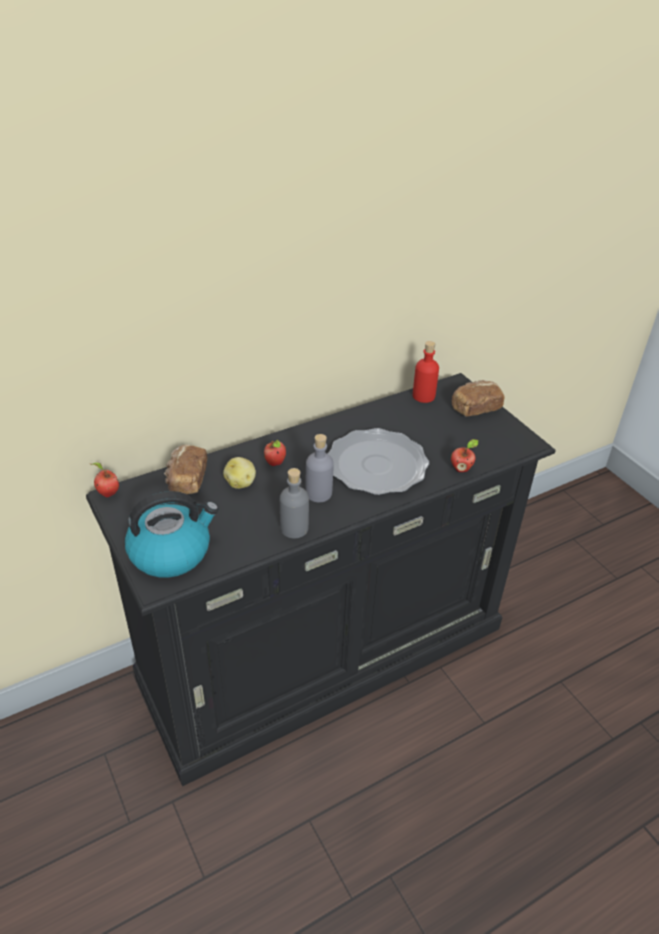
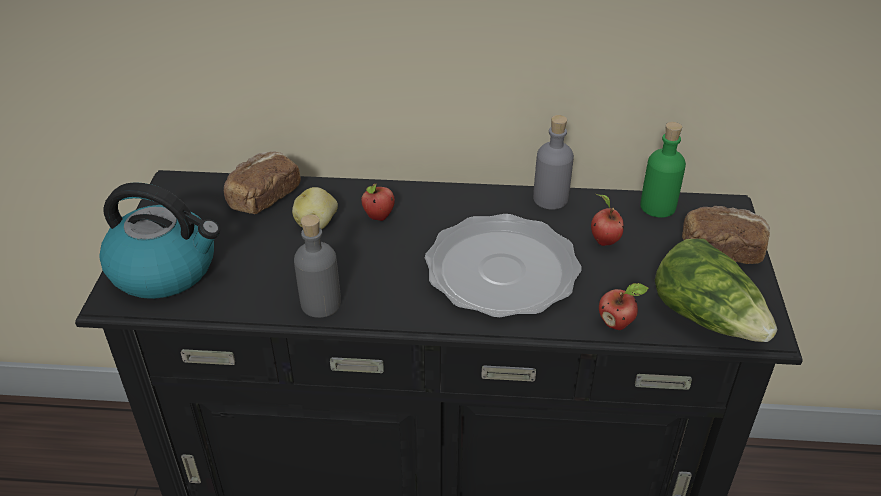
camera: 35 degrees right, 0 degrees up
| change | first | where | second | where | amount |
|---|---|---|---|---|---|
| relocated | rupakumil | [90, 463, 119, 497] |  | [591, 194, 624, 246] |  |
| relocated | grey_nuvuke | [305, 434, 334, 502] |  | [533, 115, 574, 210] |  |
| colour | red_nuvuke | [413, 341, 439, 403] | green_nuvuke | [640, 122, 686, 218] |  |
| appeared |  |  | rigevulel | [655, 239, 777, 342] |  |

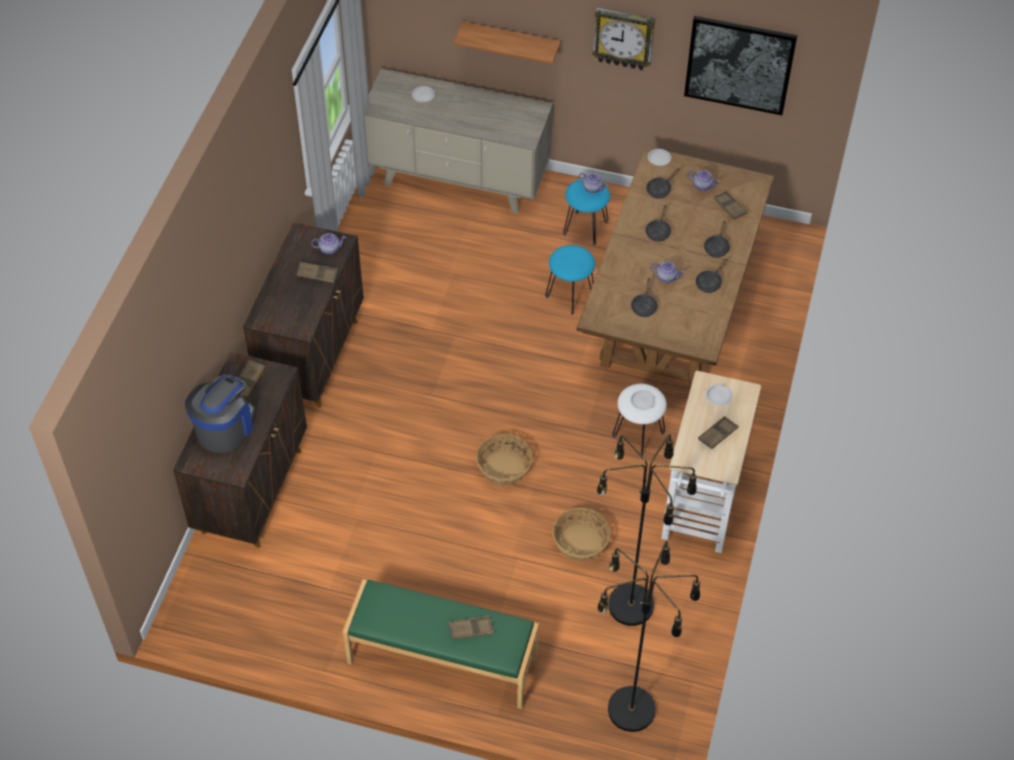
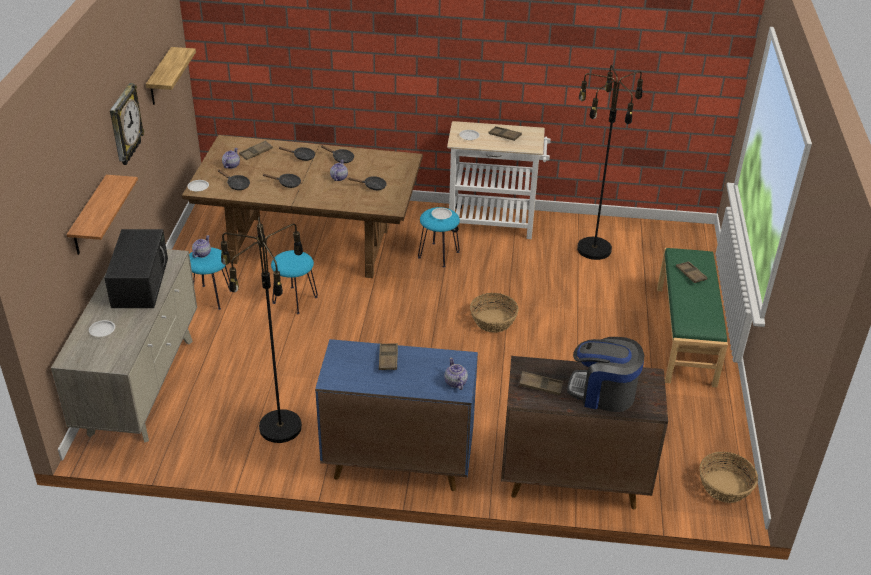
camera: 100 degrees left, 15 degrees down
| change | first | where | second | where | amount |
|---|---|---|---|---|---|
| colour | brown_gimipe | [243, 222, 364, 408] | blue_gimipe | [315, 339, 478, 491] |  |
| relocated | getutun | [311, 233, 346, 254] |  | [444, 357, 468, 390] |  |
| relocated | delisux | [552, 508, 611, 561] |  | [699, 452, 758, 503] |  |
| relocated | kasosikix | [598, 541, 700, 732] |  | [221, 217, 303, 443] |  |
| colour | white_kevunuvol | [612, 384, 667, 456] | turquoise_kevunuvol | [418, 207, 460, 267] |  |
| exchanged | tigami | [684, 16, 797, 115] | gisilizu | [146, 47, 196, 105] |  |
| appeared |  |  | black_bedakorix | [105, 229, 168, 308] |  |

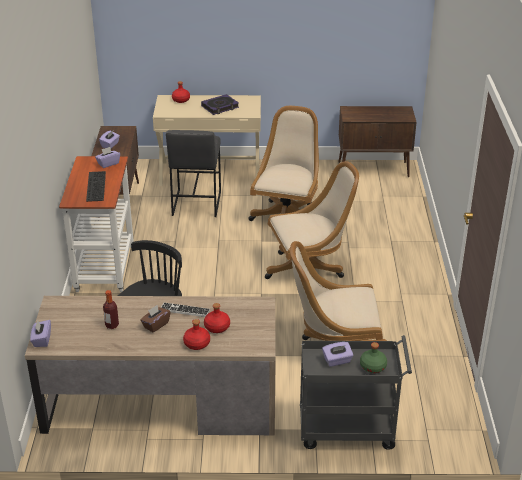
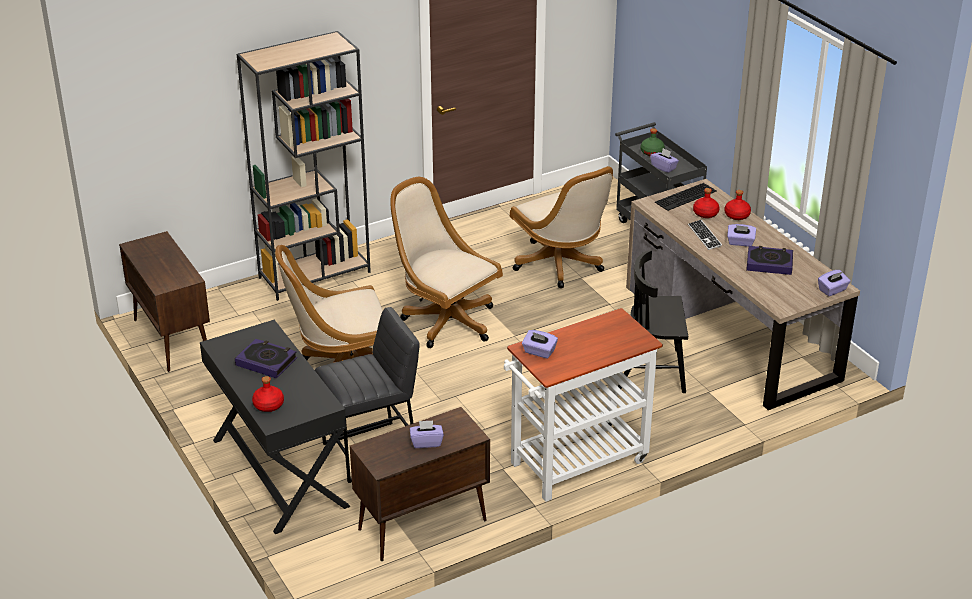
camera: 120 degrees left, 0 degrees up
| change | first | where | second | where | amount |
|---|---|---|---|---|---|
| relocated | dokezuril | [86, 171, 106, 202] |  | [655, 183, 717, 211] |  |
| exchanged | nuvuke | [103, 290, 119, 329] | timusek | [746, 246, 793, 275] |  |
| colour | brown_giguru | [140, 305, 171, 332] | purple_giguru | [727, 224, 756, 247] |  |
| colour | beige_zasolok | [153, 95, 261, 186] | black_zasolok | [200, 320, 350, 534] |  |
| appeared |  |  | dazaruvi | [237, 31, 371, 301] |  |

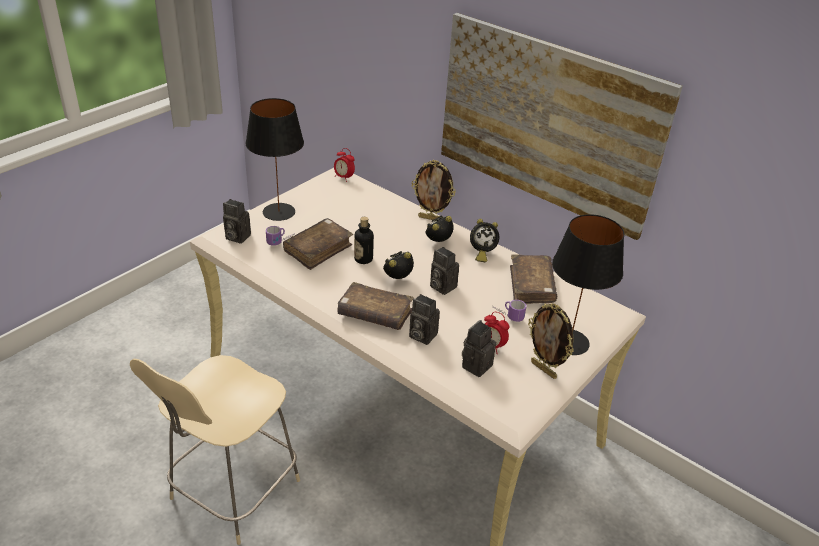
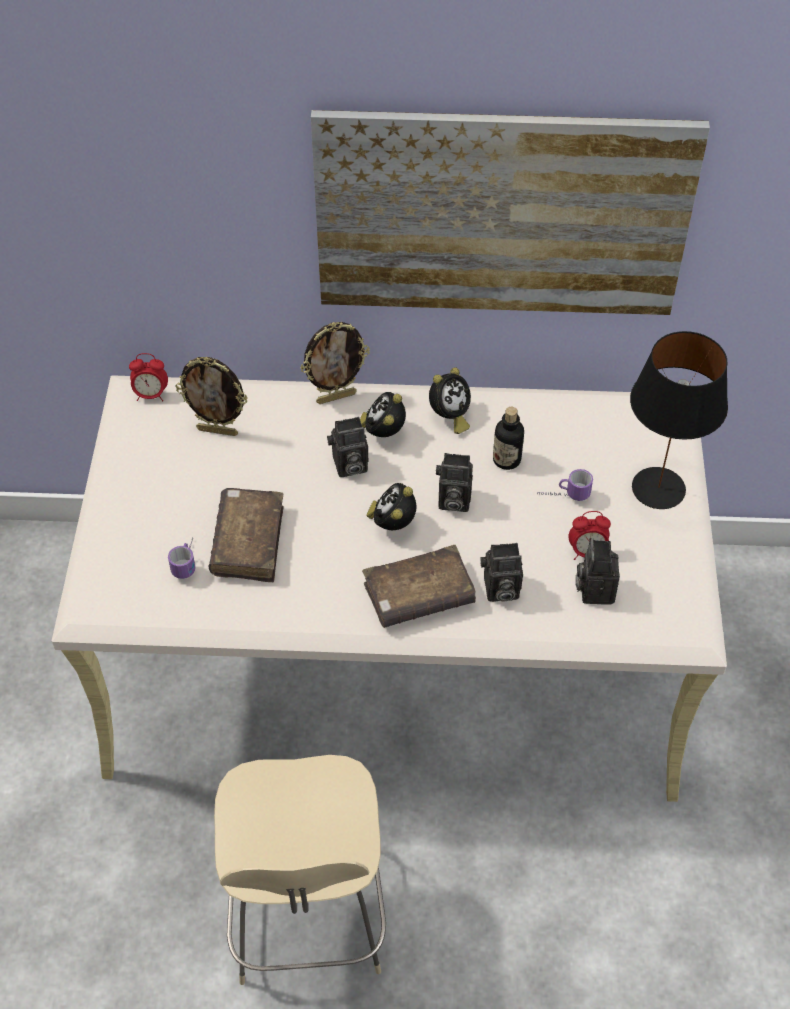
camera: 35 degrees left, 15 degrees up
| change | first | where | second | where | amount |
|---|---|---|---|---|---|
| relocated | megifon | [223, 199, 251, 244] |  | [327, 417, 368, 477] |  |
| missing | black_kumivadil | [245, 98, 304, 221] |  |  |  |
| relocated | nuvuke | [354, 217, 374, 264] |  | [493, 407, 524, 470] |  |
| missing | brown_timusek | [510, 254, 557, 304] |  |  |  |
| relocated | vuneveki | [528, 303, 574, 379] |  | [175, 357, 248, 436] |  |

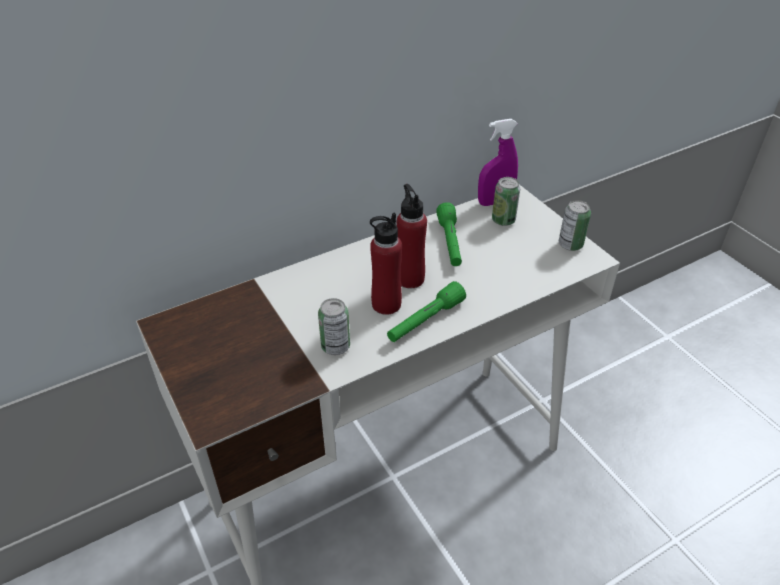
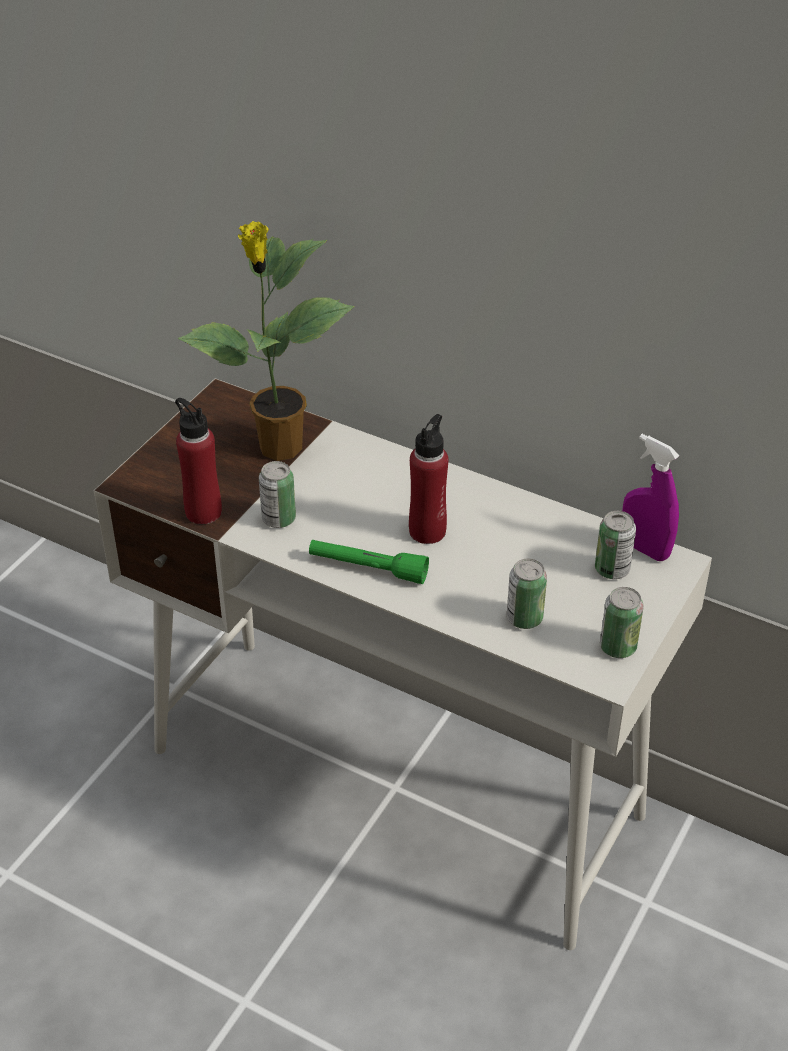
camera: 60 degrees right, 0 degrees up
| change | first | where | second | where | amount |
|---|---|---|---|---|---|
| relocated | red_nuvuke | [370, 213, 402, 315] |  | [175, 398, 222, 524] |  |
| missing | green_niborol | [436, 202, 462, 266] |  |  |  |
| appeared |  |  | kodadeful | [178, 221, 354, 461] |  |
| appeared |  |  | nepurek | [507, 559, 547, 629] |  |

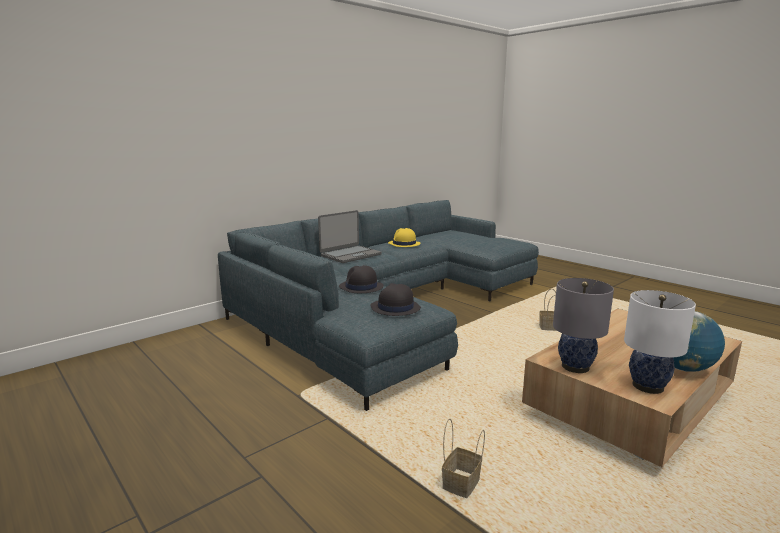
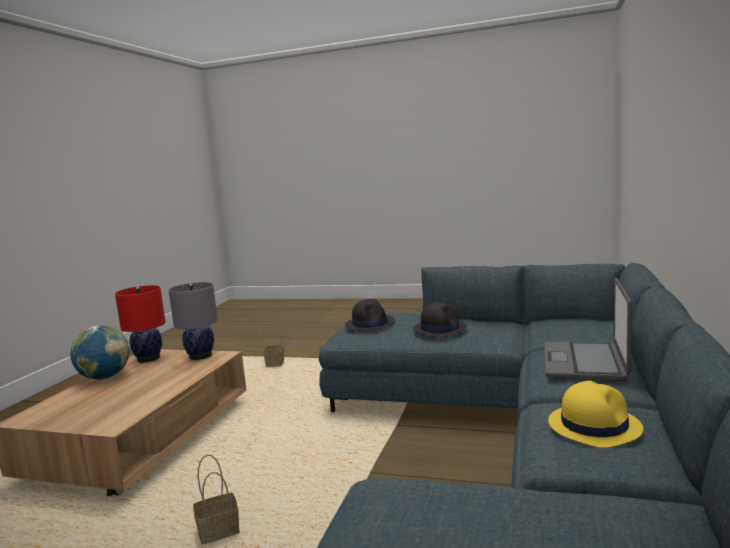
camera: 150 degrees right, 5 degrees down
| change | first | where | second | where | amount |
|---|---|---|---|---|---|
| colour | white_kumivadil | [624, 290, 696, 394] | red_kumivadil | [115, 285, 166, 362] |  |

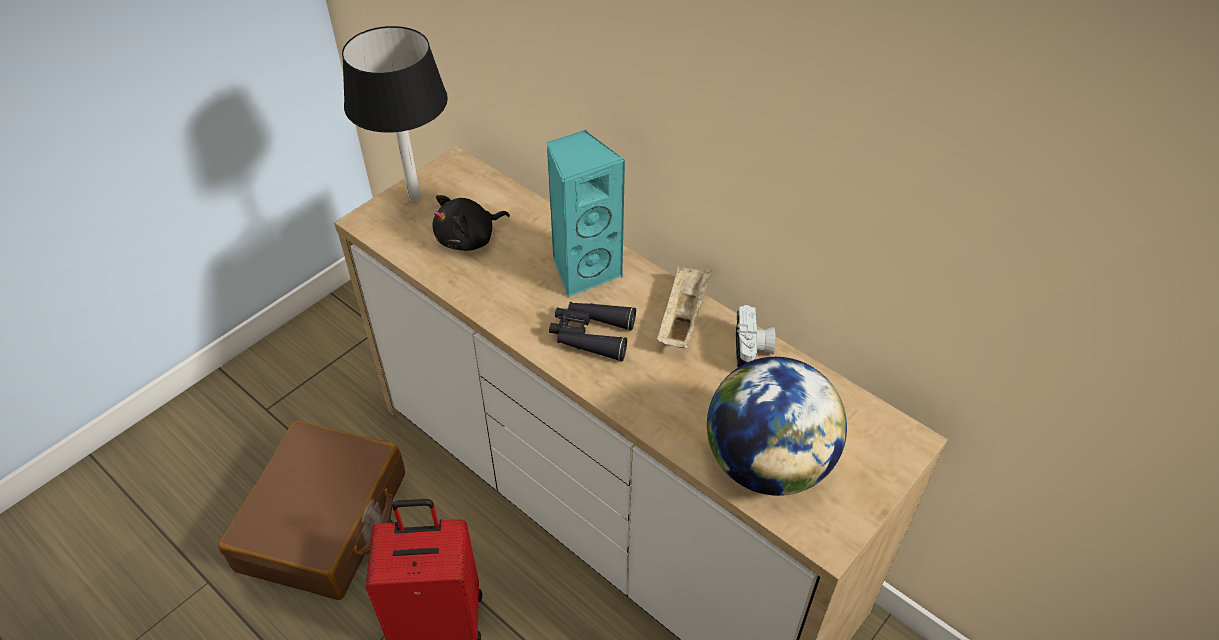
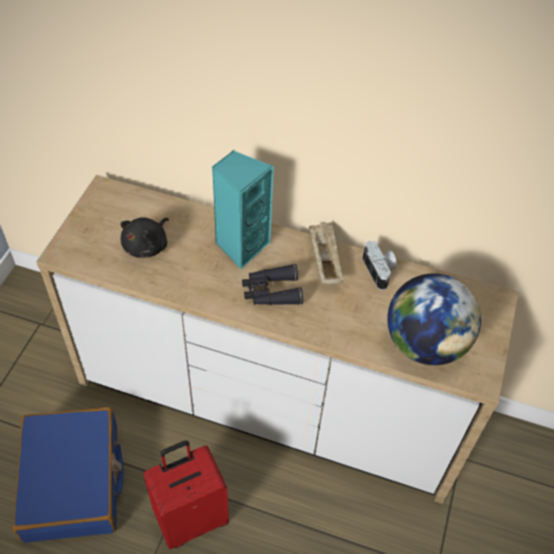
camera: 25 degrees left, 5 degrees up
| change | first | where | second | where | amount |
|---|---|---|---|---|---|
| colour | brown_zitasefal | [218, 421, 405, 600] | blue_zitasefal | [12, 407, 124, 543] |  |
| missing | black_kumivadil | [342, 26, 448, 203] |  |  |  |

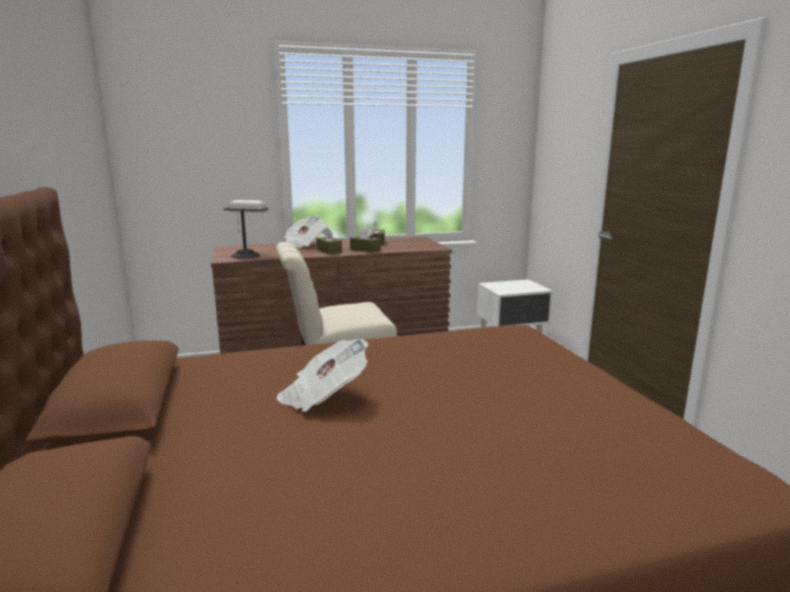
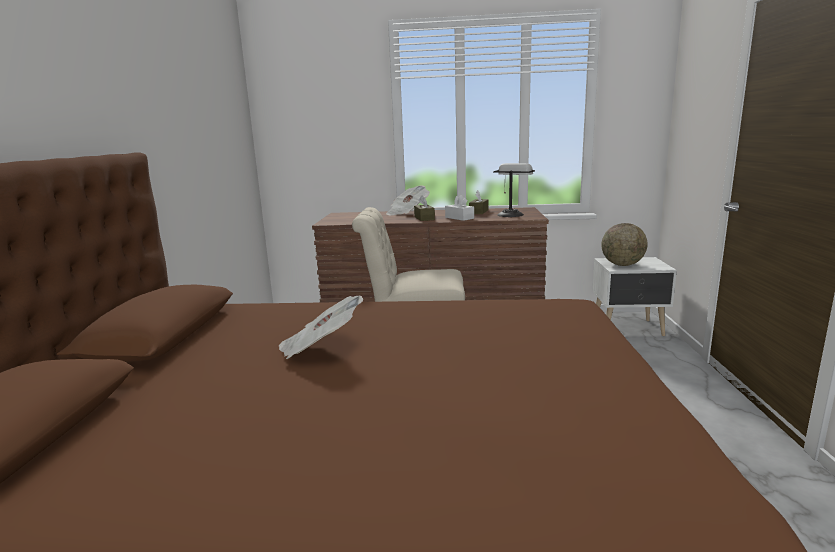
camera: 20 degrees right, 0 degrees up
| change | first | where | second | where | amount |
|---|---|---|---|---|---|
| relocated | kumivadil | [223, 200, 268, 259] |  | [493, 163, 535, 217] |  |
| colour | brown_giguru | [350, 226, 381, 253] | white_giguru | [445, 195, 474, 221] |  |
| appeared |  |  | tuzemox | [601, 223, 648, 266] |  |

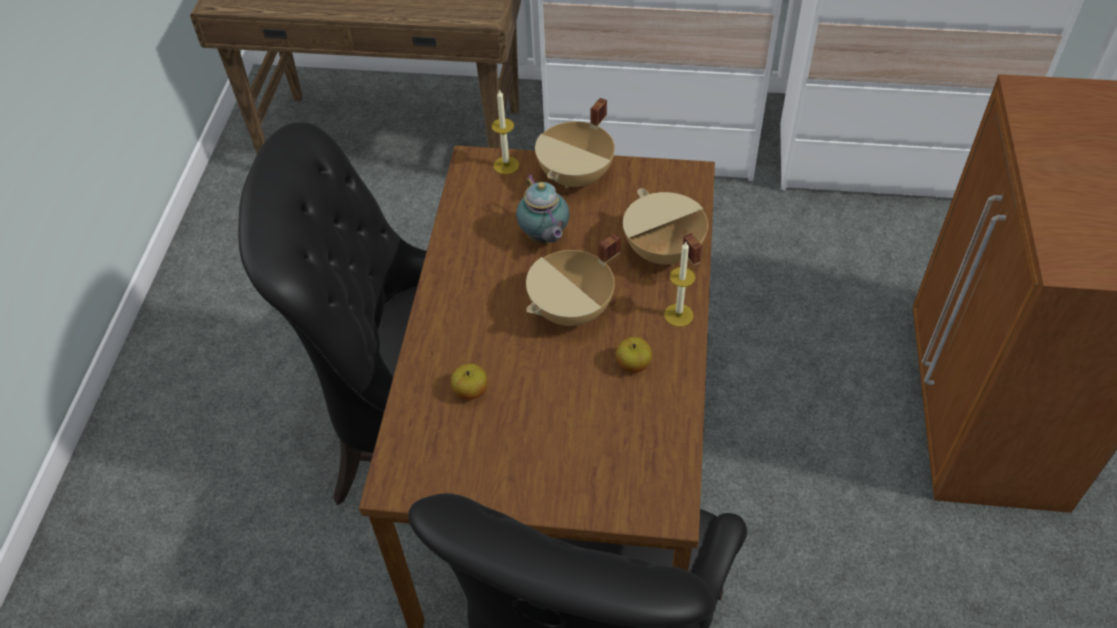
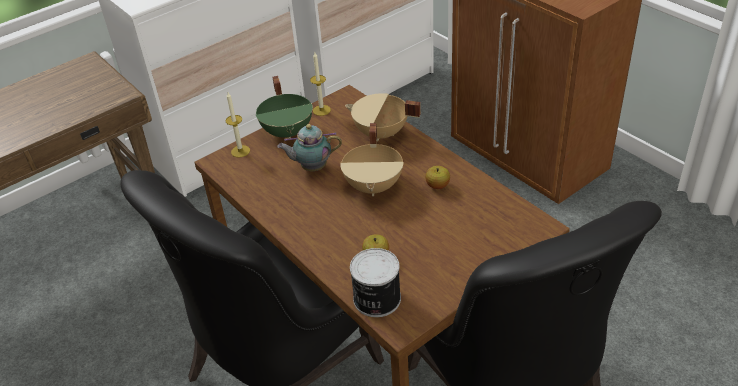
camera: 45 degrees left, 10 degrees down
| change | first | where | second | where | amount |
|---|---|---|---|---|---|
| spun | getutun | [516, 174, 570, 244] |  | [277, 124, 342, 171] | 150 degrees clockwise |
| colour | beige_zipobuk | [535, 98, 615, 188] | green_zipobuk | [256, 76, 313, 139] |  |
| relocated | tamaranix | [664, 242, 696, 327] |  | [310, 51, 331, 116] |  |
| appeared |  |  | nepurek | [350, 248, 401, 317] |  |

